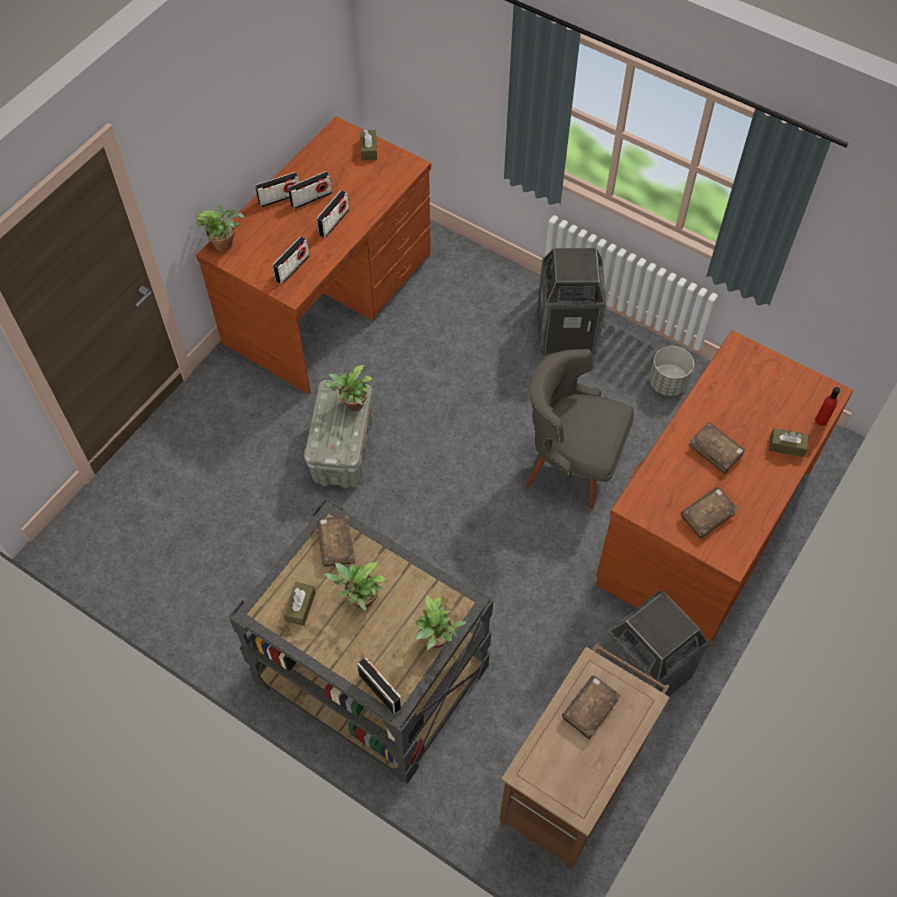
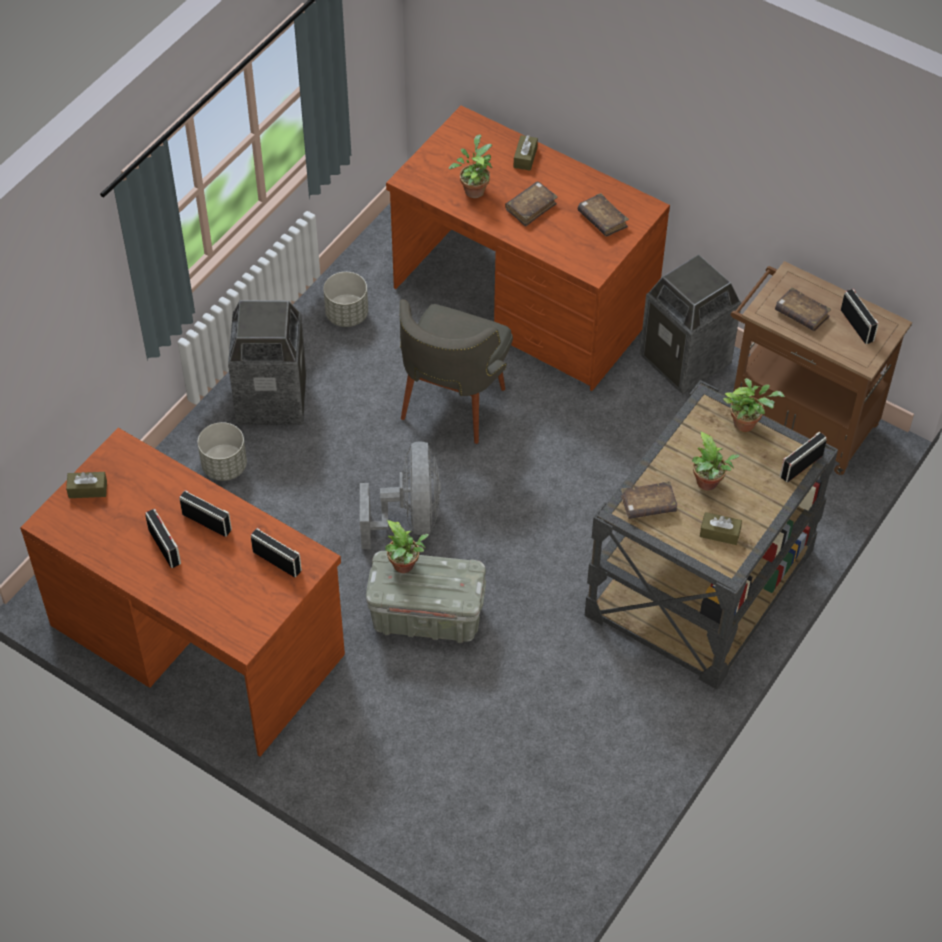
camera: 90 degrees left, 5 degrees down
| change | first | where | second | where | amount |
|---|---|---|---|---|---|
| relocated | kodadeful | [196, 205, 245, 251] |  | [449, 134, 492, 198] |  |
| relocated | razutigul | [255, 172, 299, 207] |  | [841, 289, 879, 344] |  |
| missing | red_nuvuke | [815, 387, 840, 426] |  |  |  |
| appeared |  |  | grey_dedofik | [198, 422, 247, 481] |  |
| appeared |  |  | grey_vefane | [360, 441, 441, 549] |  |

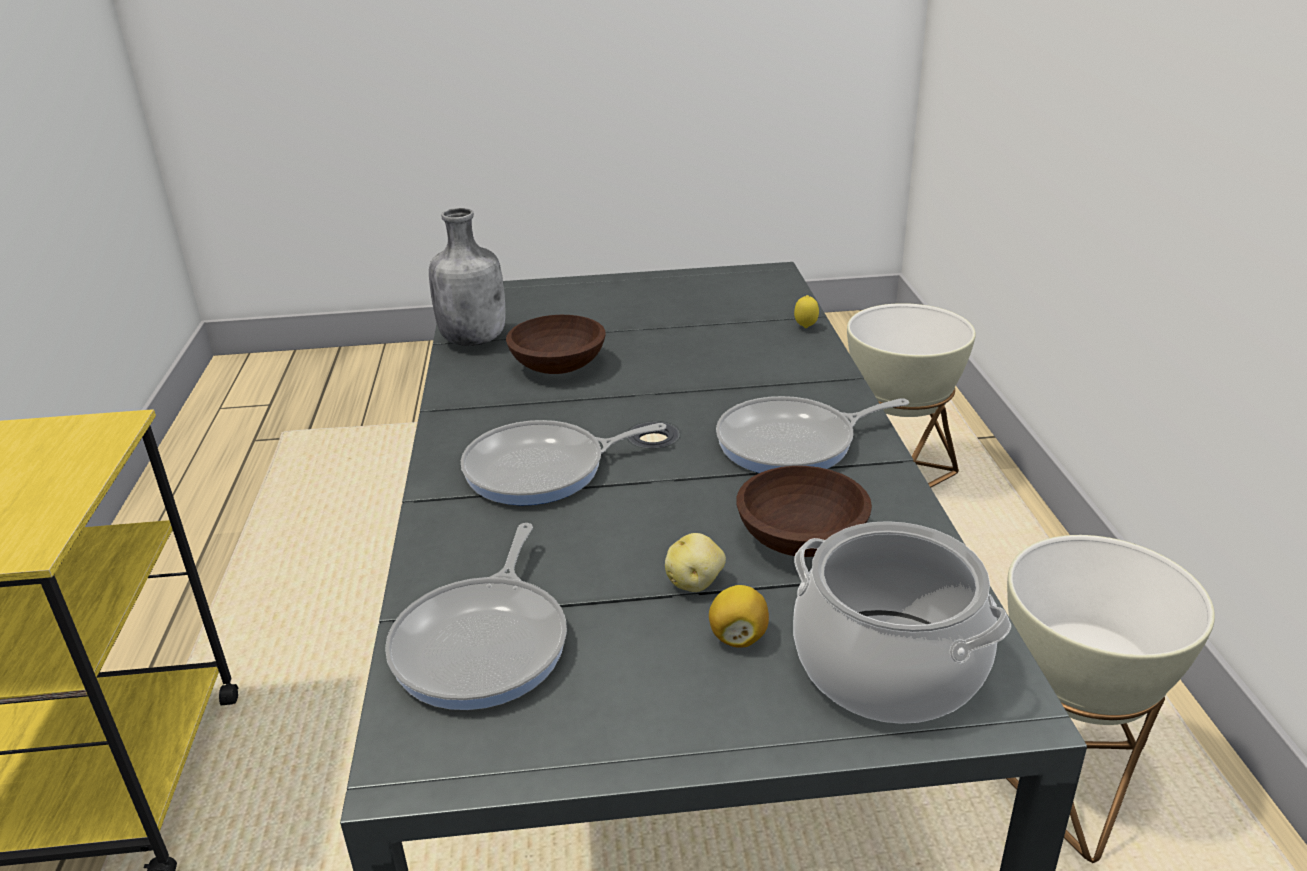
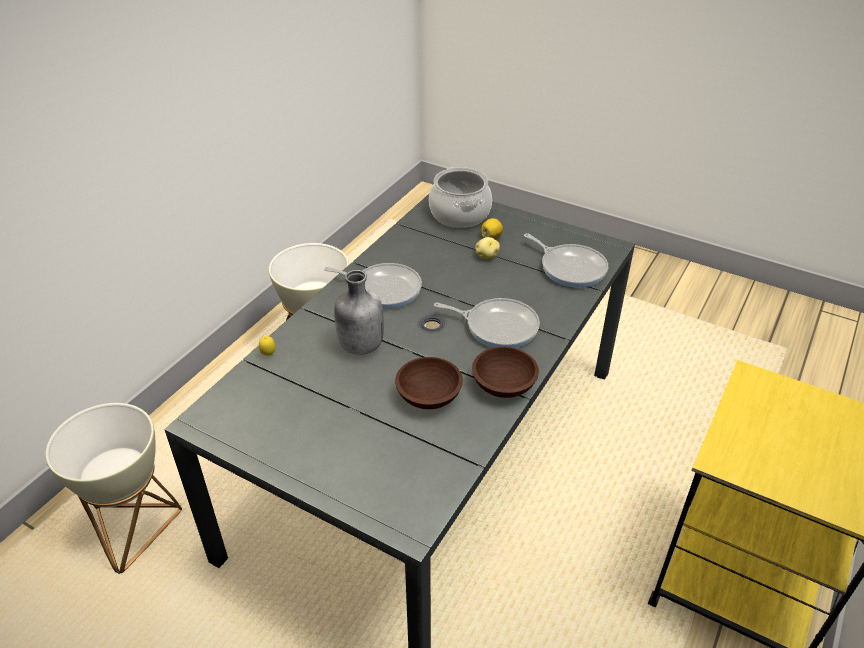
camera: 145 degrees left, 10 degrees up
| change | first | where | second | where | amount |
|---|---|---|---|---|---|
| spun | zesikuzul | [385, 523, 567, 710] |  | [524, 233, 608, 288] | 90 degrees clockwise |
| relocated | grey_nuvuke | [429, 208, 506, 346] |  | [334, 270, 384, 355] |  |
| relocated | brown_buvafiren | [736, 466, 872, 557] |  | [472, 347, 539, 398] |  |

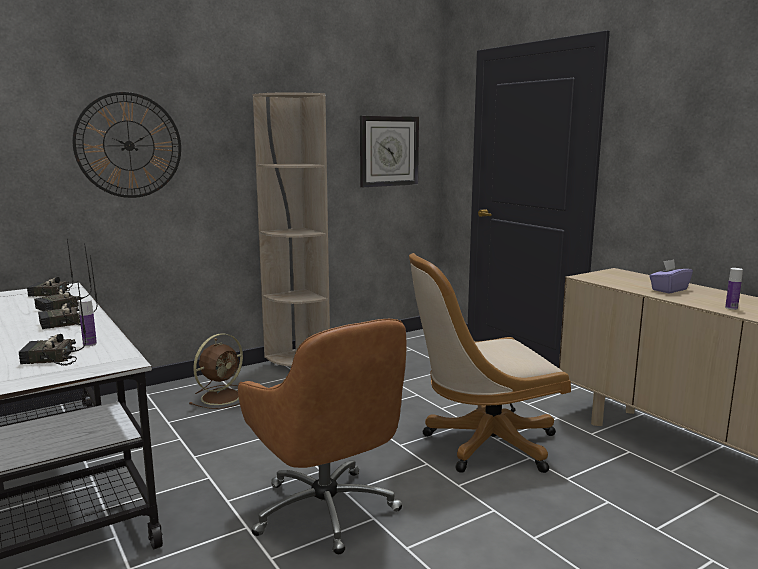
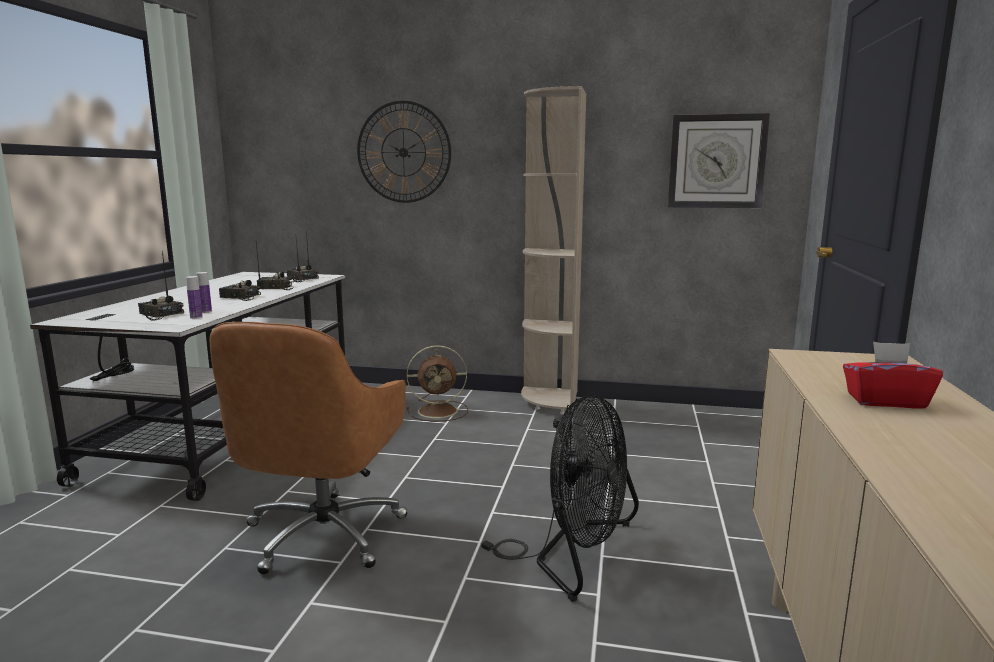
camera: 45 degrees right, 0 degrees up
| change | first | where | second | where | amount |
|---|---|---|---|---|---|
| exchanged | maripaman | [409, 253, 571, 473] | black_vefane | [481, 394, 639, 602] |  |
| colour | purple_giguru | [649, 259, 693, 293] | red_giguru | [843, 342, 943, 408] |  |
| relocated | nuvuke | [725, 268, 743, 310] |  | [186, 276, 203, 319] |  |

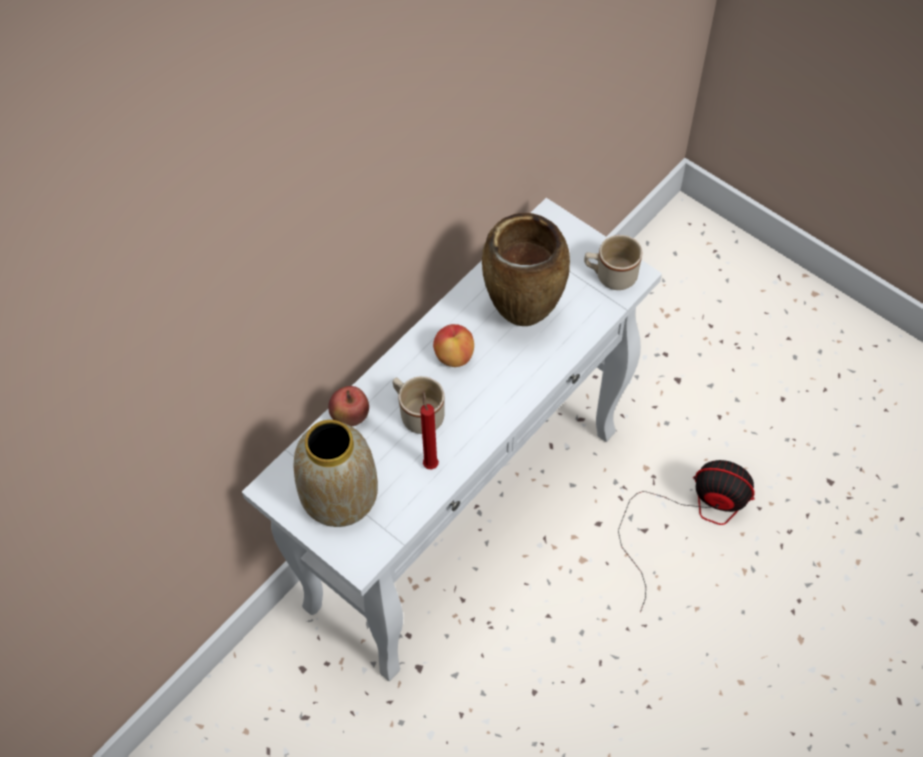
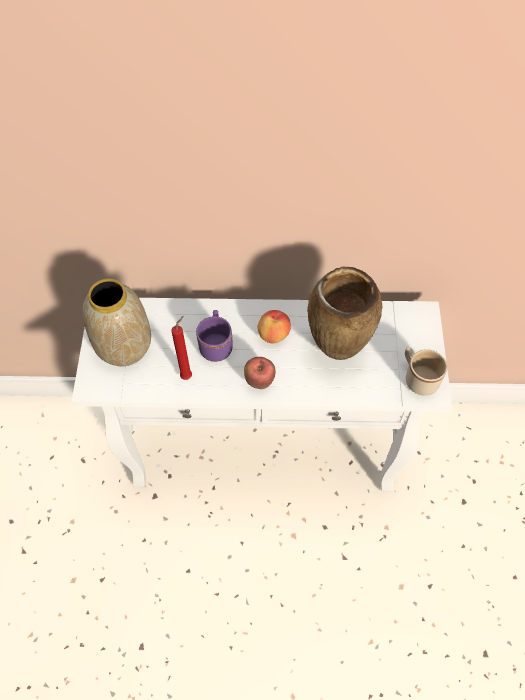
camera: 50 degrees right, 0 degrees up
| change | first | where | second | where | amount |
|---|---|---|---|---|---|
| relocated | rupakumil | [328, 386, 369, 426] |  | [244, 357, 276, 389] |  |
| colour | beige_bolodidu | [393, 376, 445, 434] | purple_bolodidu | [196, 310, 233, 362] |  |
| missing | vefane | [618, 460, 755, 612] |  |  |  |

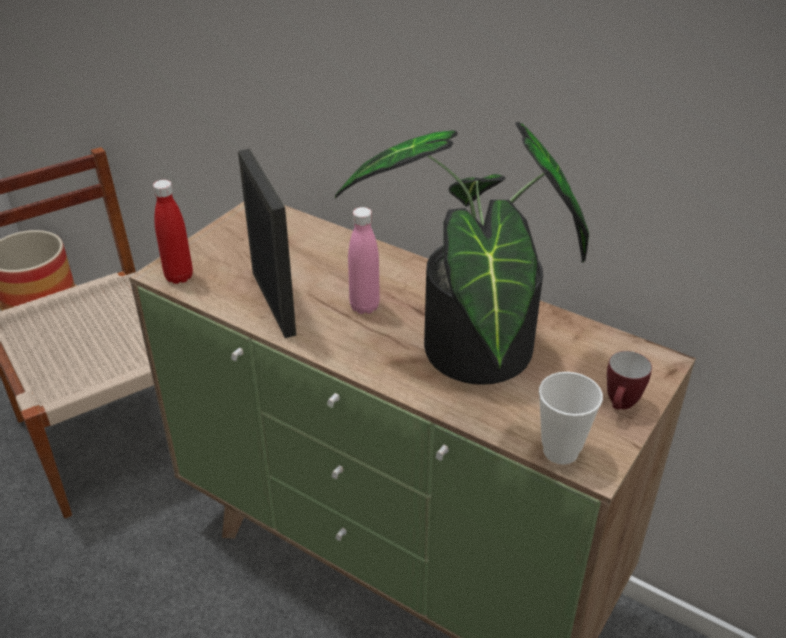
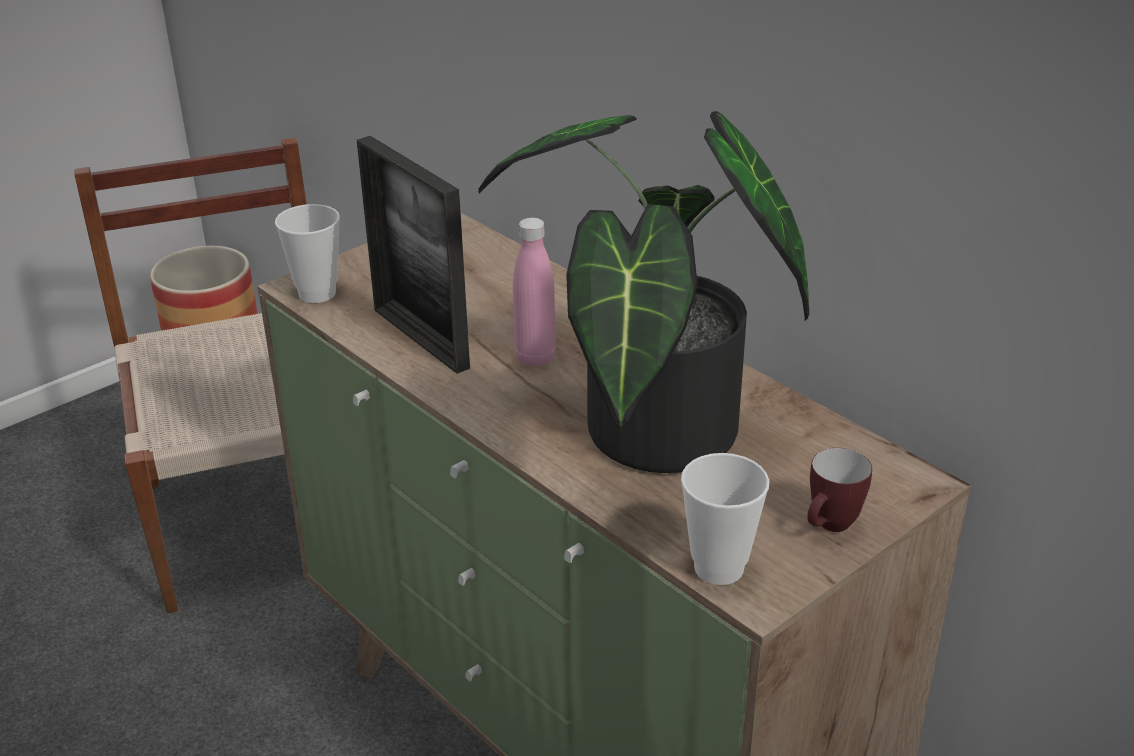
camera: 15 degrees right, 5 degrees down
| change | first | where | second | where | amount |
|---|---|---|---|---|---|
| exchanged | red_nuvuke | [153, 180, 193, 284] | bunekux | [275, 204, 340, 303] |  |
| spun | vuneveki | [238, 149, 296, 338] |  | [357, 136, 470, 374] | 150 degrees clockwise |

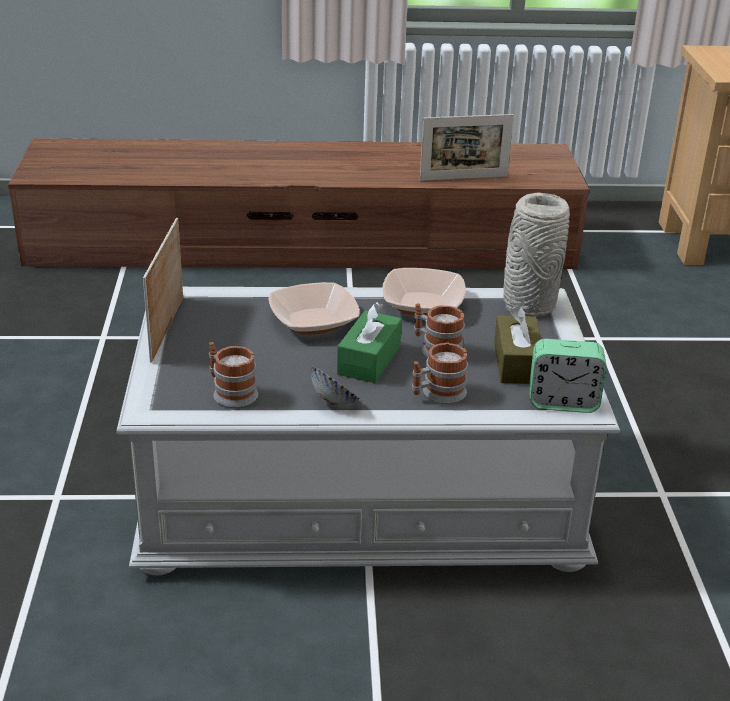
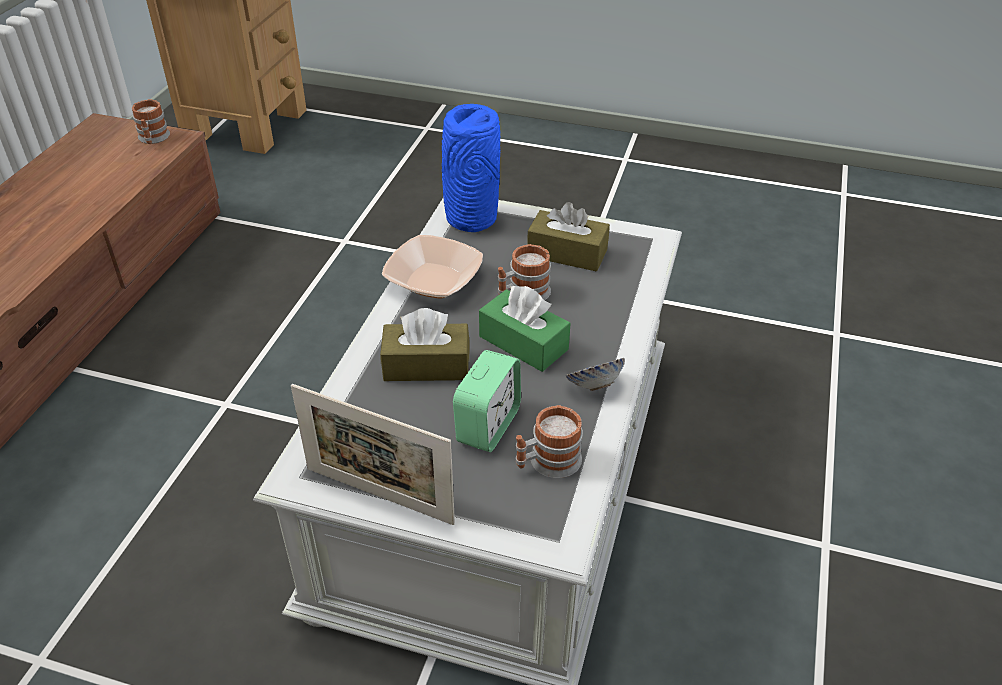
camera: 70 degrees left, 10 degrees up
| change | first | where | second | where | amount |
|---|---|---|---|---|---|
| exchanged | buvafiren | [269, 282, 360, 335] | brown_giguru | [380, 308, 469, 381] |  |
| relocated | bolodidu | [412, 342, 468, 404] |  | [132, 99, 170, 144] |  |
| missing | vuneveki | [420, 114, 514, 181] |  |  |  |
| colour | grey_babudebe | [503, 193, 570, 317] | blue_babudebe | [442, 104, 501, 232] |  |
| relocated | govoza | [529, 339, 607, 413] |  | [453, 350, 521, 452] |  |

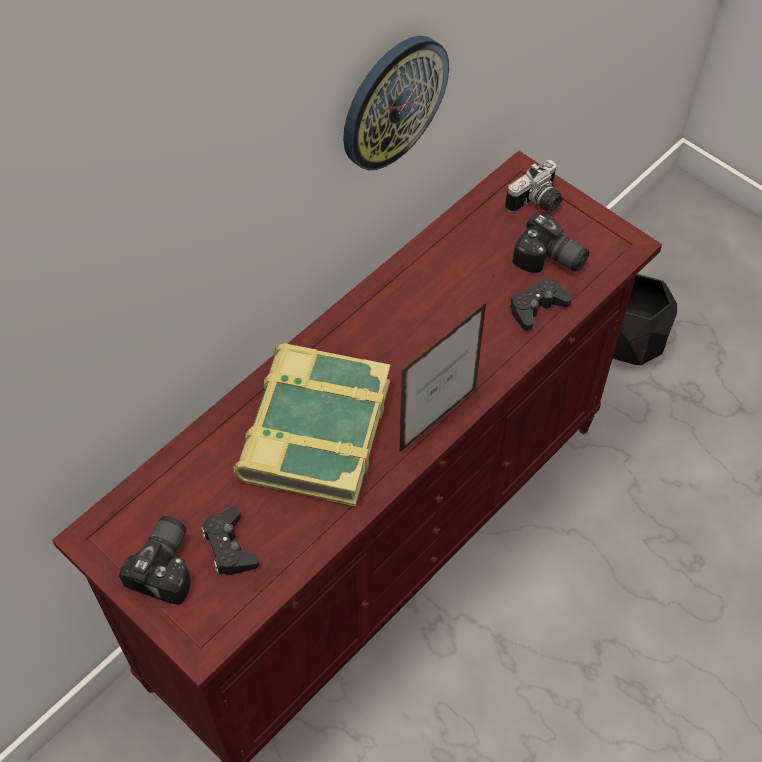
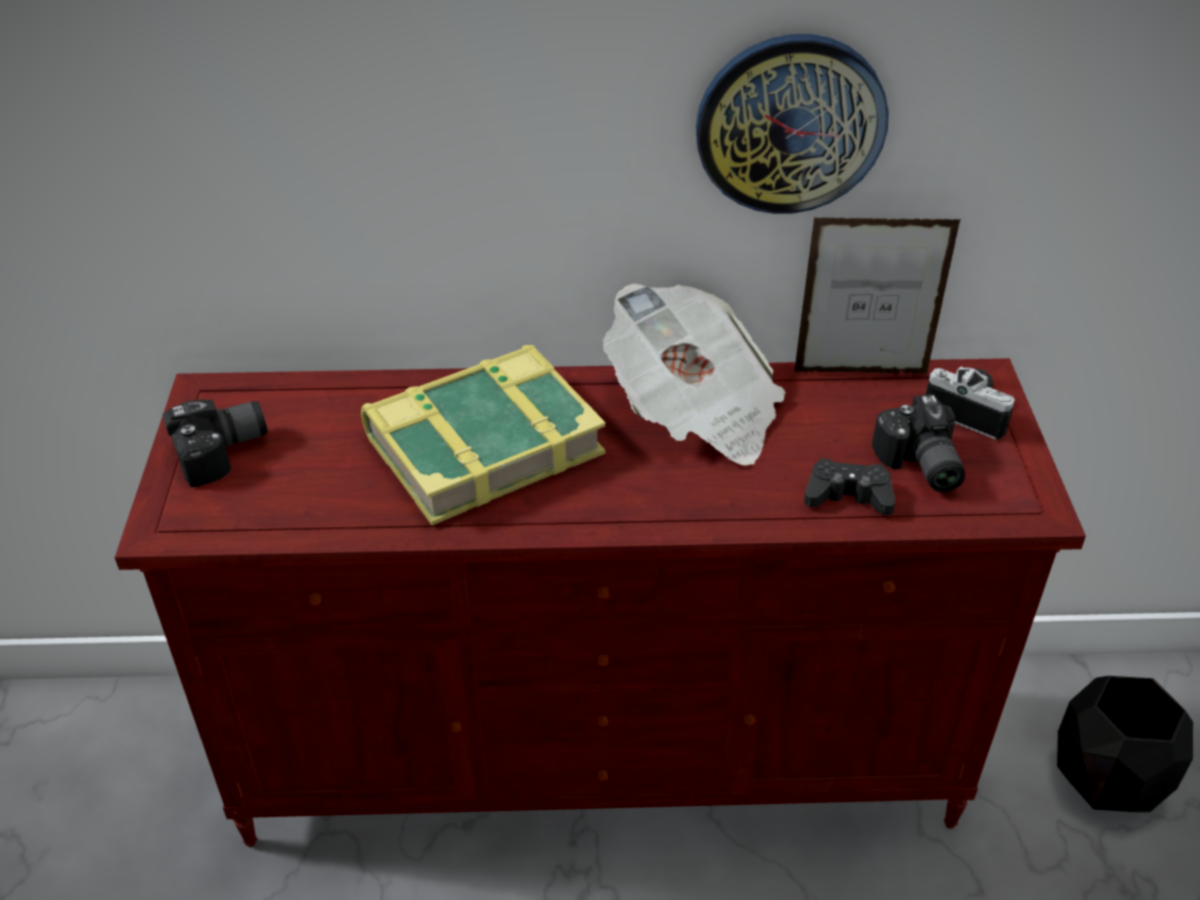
camera: 45 degrees right, 15 degrees down
| change | first | where | second | where | amount |
|---|---|---|---|---|---|
| missing | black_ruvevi | [201, 506, 260, 575] |  |  |  |
| relocated | vuneveki | [399, 302, 487, 453] |  | [794, 217, 961, 374] |  |
| spun | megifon | [505, 160, 562, 213] |  | [926, 367, 1015, 440] | 150 degrees counterclockwise |
| appeared |  |  | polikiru | [603, 283, 786, 466] |  |

